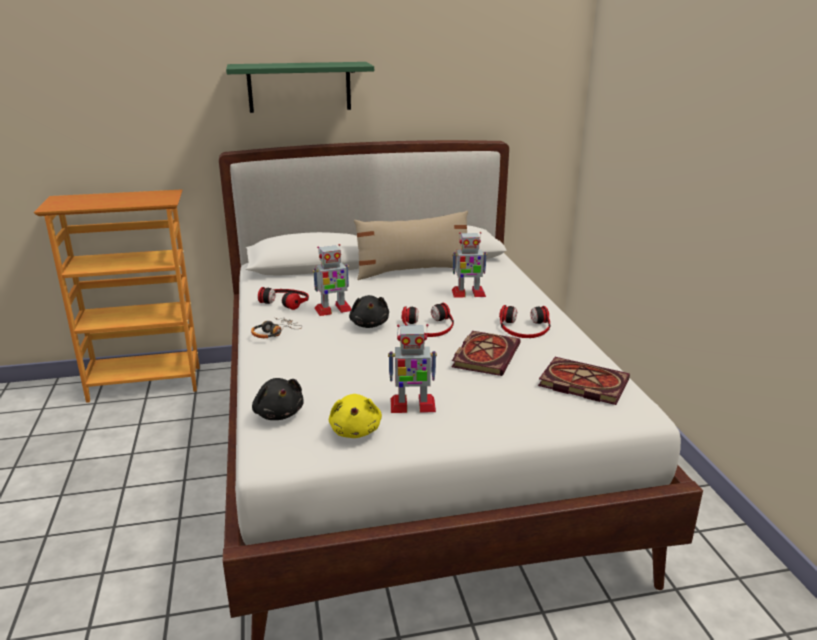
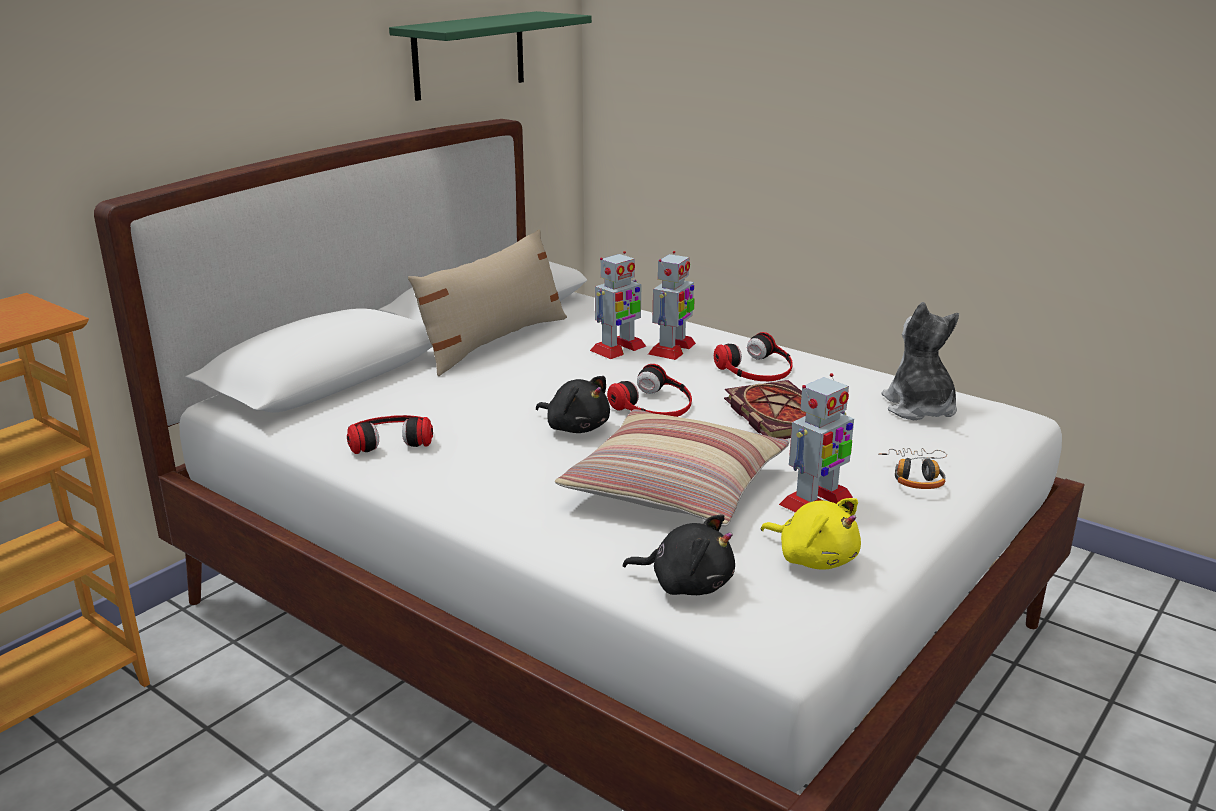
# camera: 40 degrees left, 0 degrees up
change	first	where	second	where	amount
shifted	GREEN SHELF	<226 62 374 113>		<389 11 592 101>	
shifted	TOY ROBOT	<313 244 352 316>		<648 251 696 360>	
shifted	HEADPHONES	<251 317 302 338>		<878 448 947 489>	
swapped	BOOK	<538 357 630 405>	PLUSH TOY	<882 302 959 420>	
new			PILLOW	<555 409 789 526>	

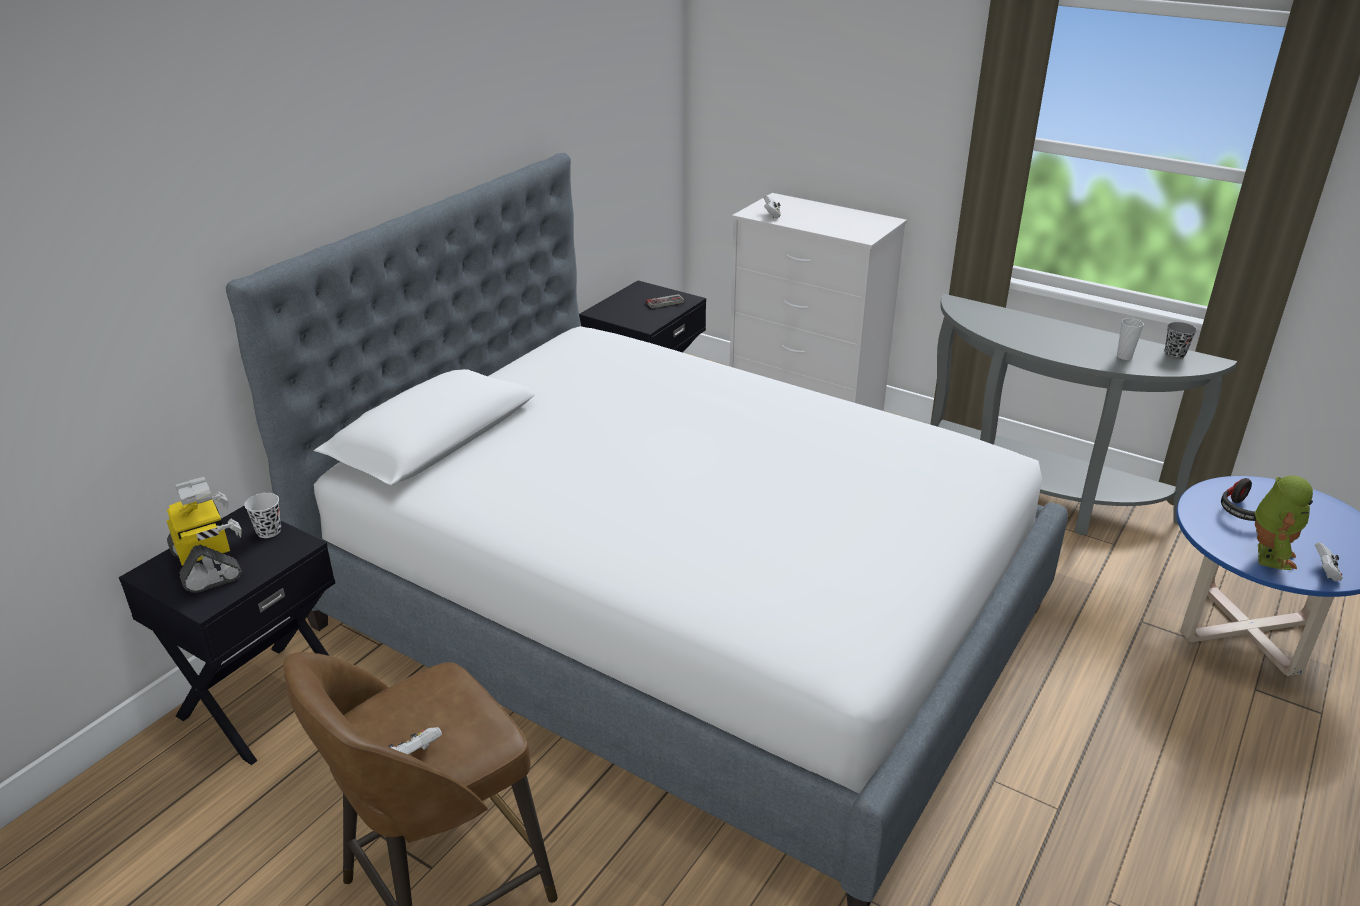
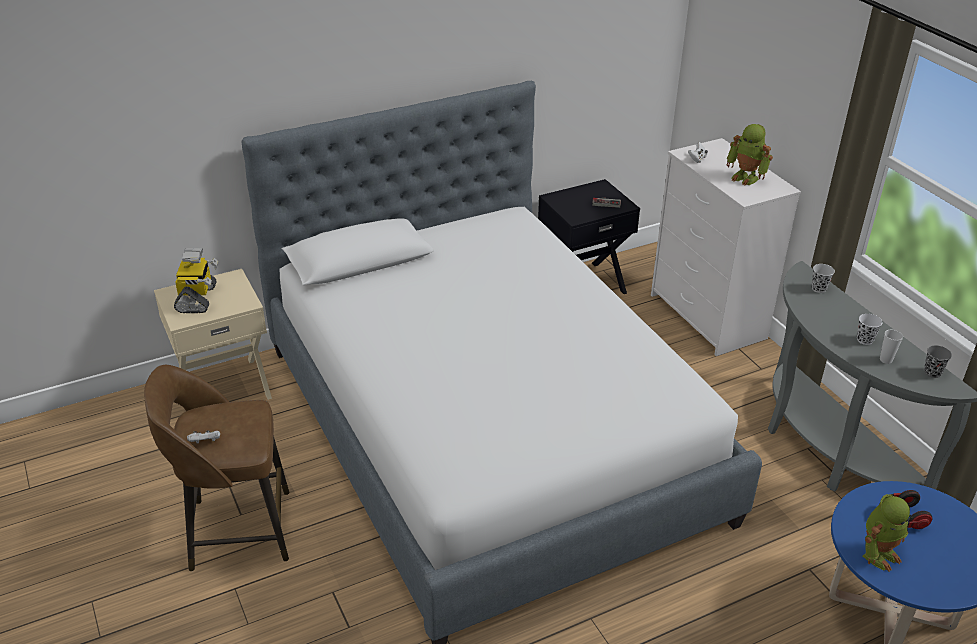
# camera: 30 degrees right, 5 degrees up
change	first	where	second	where	amount
shifted	BLACK CUP	<244 493 281 538>		<812 264 835 293>	
repainted	BLACK NIGHTSTAND	<119 506 335 765>	BEIGE NIGHTSTAND	<154 269 272 400>	
gone	WHITE GAME CONTROLLER	<1315 542 1343 581>			
new			TOY ROBOT	<727 124 773 186>	
new			WHITE CUP	<857 314 883 345>	

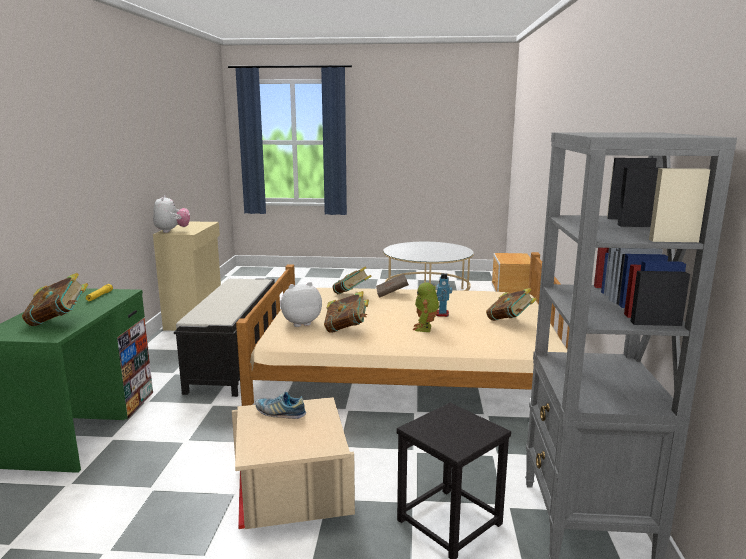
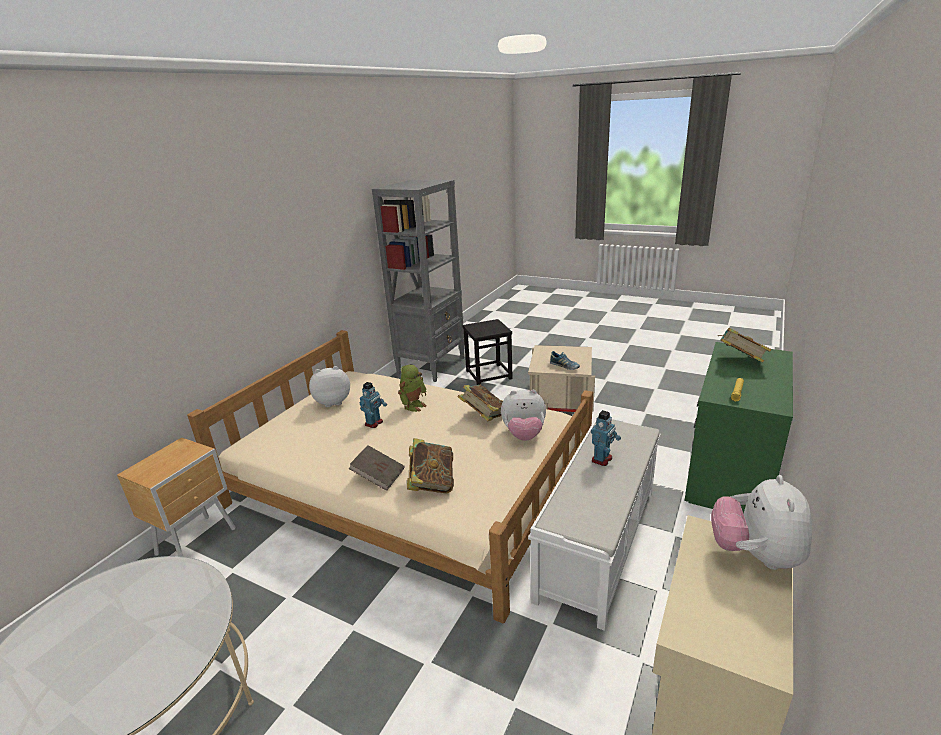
# camera: 155 degrees left, 10 degrees up
change	first	where	second	where	amount
repainted	BLACK BENCH	<174 278 276 397>	WHITE BENCH	<528 415 661 631>	
swapped	BOOK	<486 288 537 321>	PLUSH TOY	<309 366 350 407>	
new			TOY ROBOT	<591 410 621 466>	

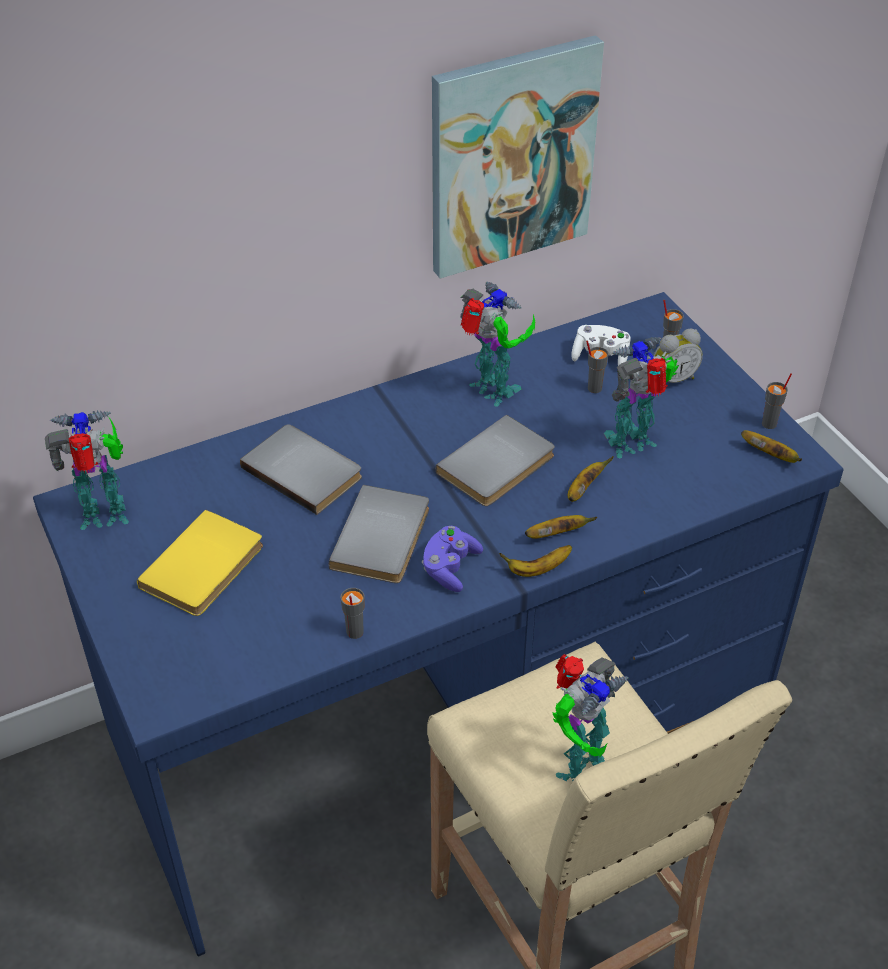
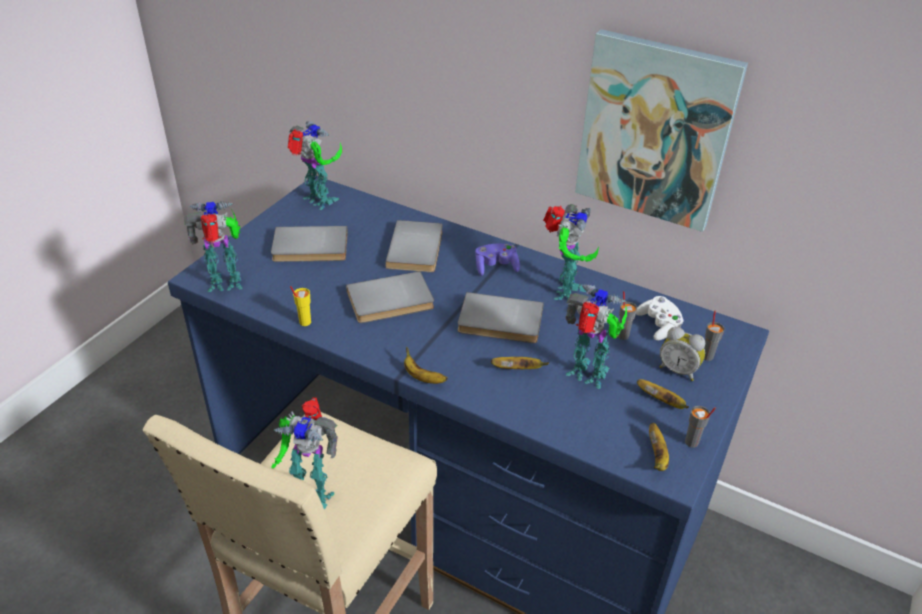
# camera: 55 degrees right, 5 degrees down
change	first	where	second	where	amount
repainted	YELLOW BOOK	<137 510 263 616>	GREY BOOK	<271 226 348 262>	
shifted	BANANA	<525 515 597 539>		<637 379 689 409>	
shifted	PURPLE GAME CONTROLLER	<422 526 483 592>		<475 243 520 276>	
repainted	GREY CUP	<340 588 365 639>	YELLOW CUP	<290 286 311 326>	
new			TOY ROBOT	<184 201 243 292>	

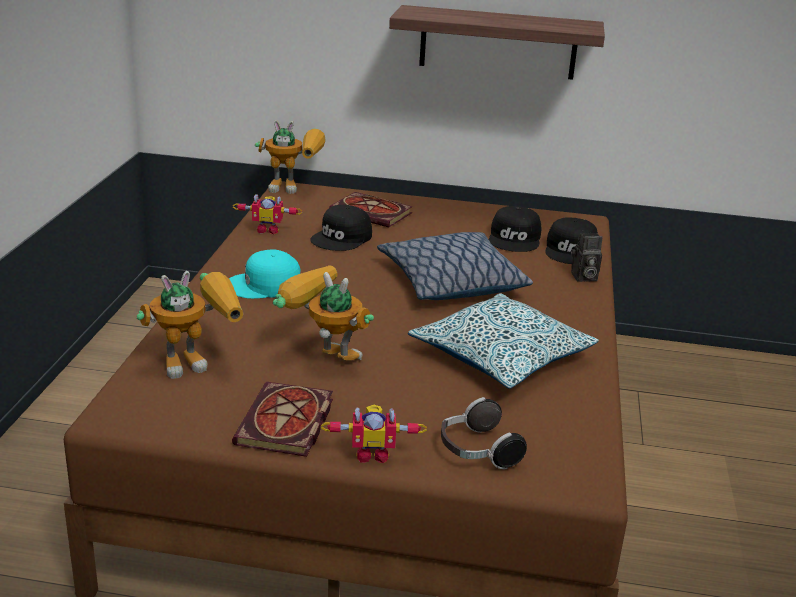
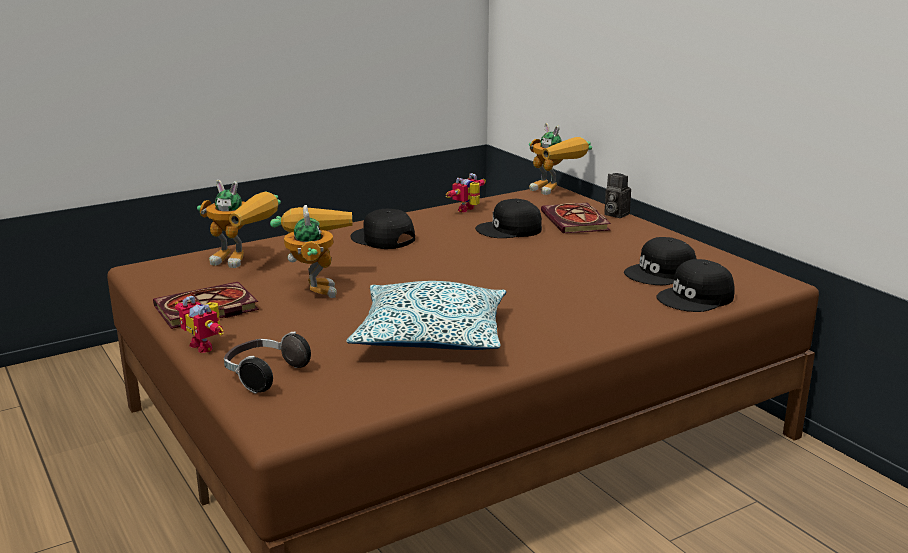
# camera: 50 degrees right, 5 degrees down
change	first	where	second	where	amount
gone	SHELF	<389 5 605 80>			
rotated	TOY ROBOT	<233 194 302 234>		<446 173 486 212>	75 degrees clockwise
gone	PILLOW	<377 232 533 300>			
shifted	PHOTO CAMERA	<571 233 603 282>		<604 173 631 218>	
repainted	TURQUOISE CAP	<229 249 300 299>	BLACK CAP	<350 209 415 249>	

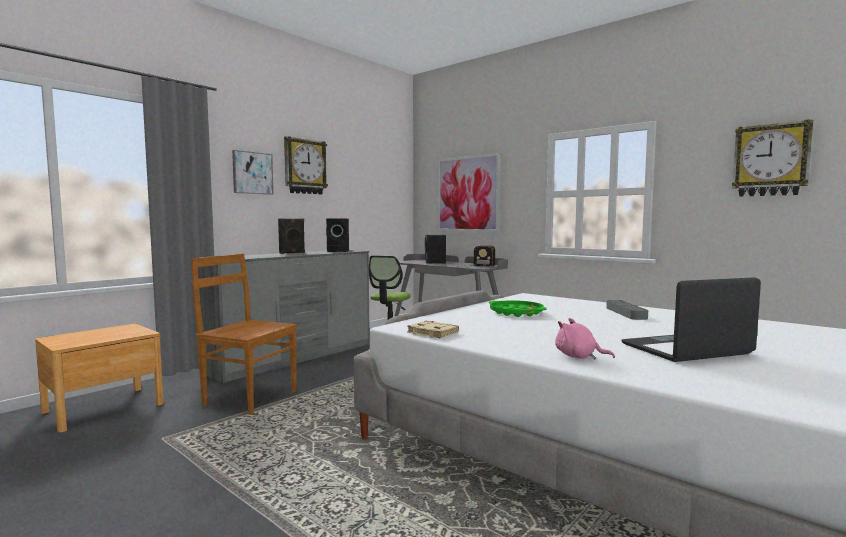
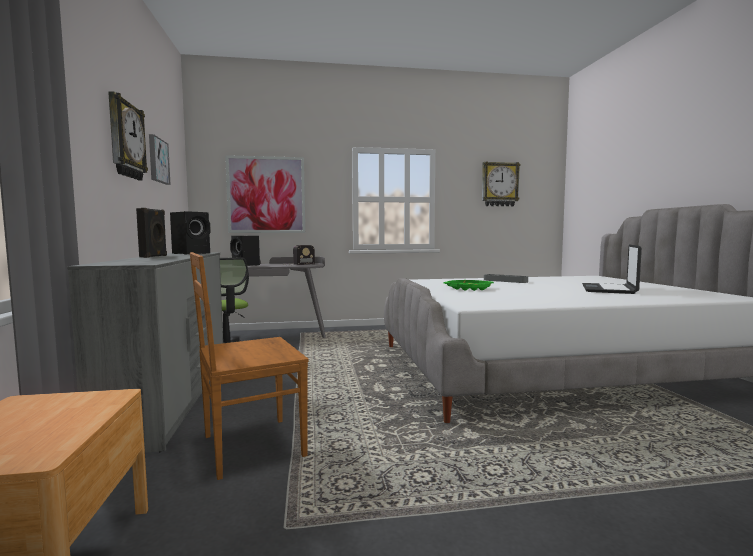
# camera: 50 degrees left, 0 degrees up
change	first	where	second	where	amount
shifted	PICTURE	<232 150 274 195>		<149 134 171 185>	
gone	PINK PLUSH TOY	<555 318 615 359>			
gone	BEIGE BOOK	<407 321 459 338>			

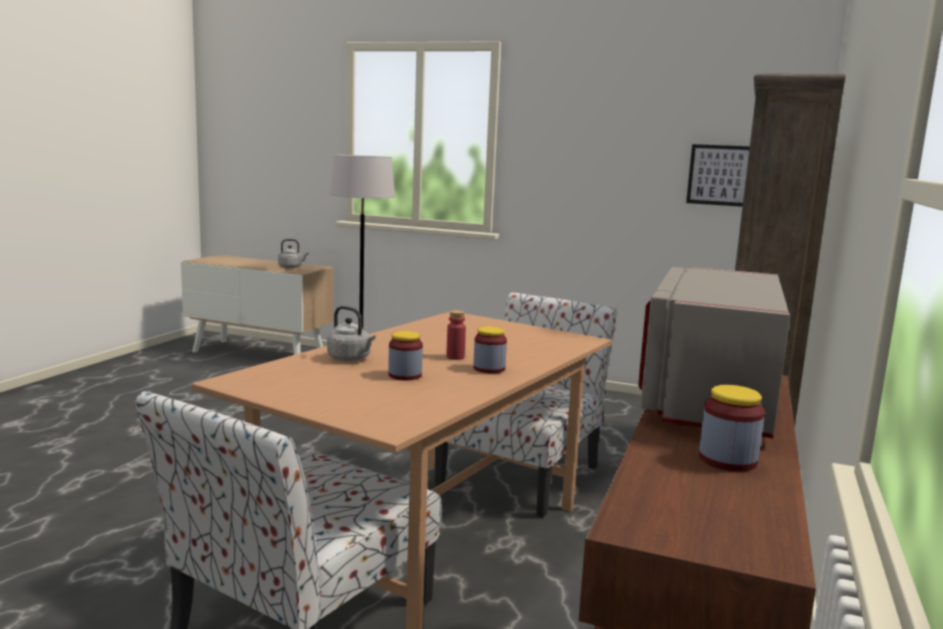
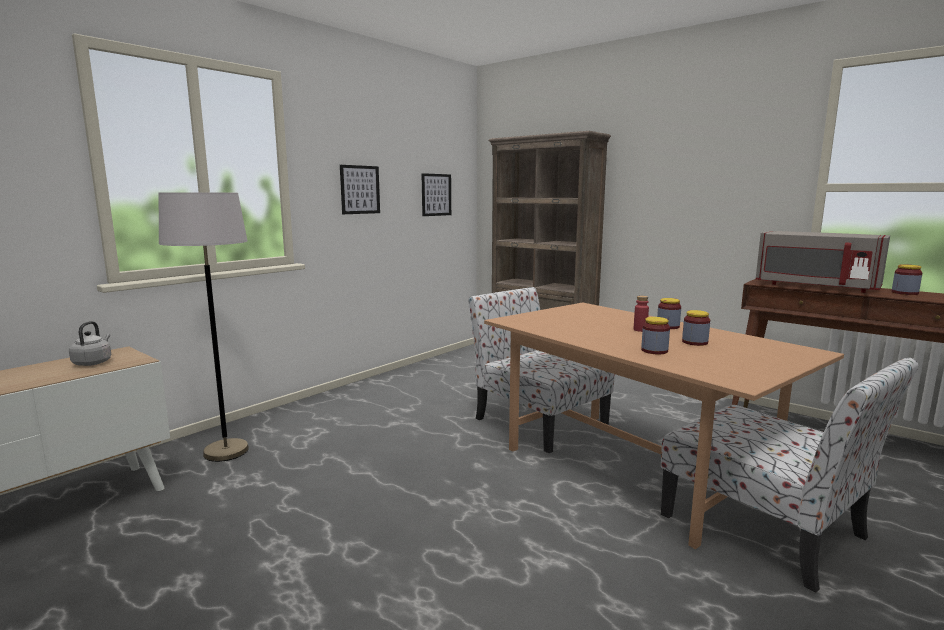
# camera: 70 degrees left, 0 degrees up
change	first	where	second	where	amount
swapped	GREY KETTLE	<327 306 376 361>	JAR	<641 317 670 354>	
new			PICTURE	<340 165 380 214>	

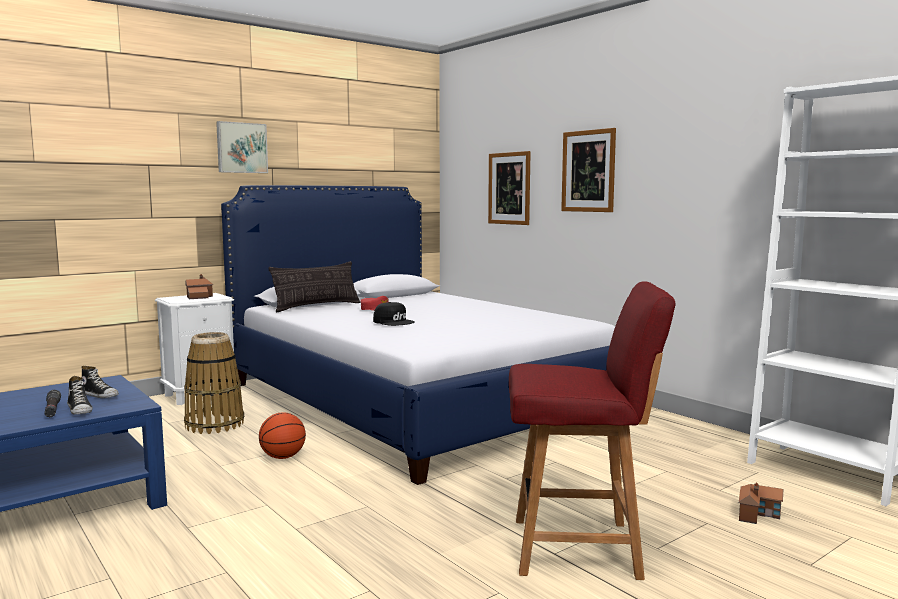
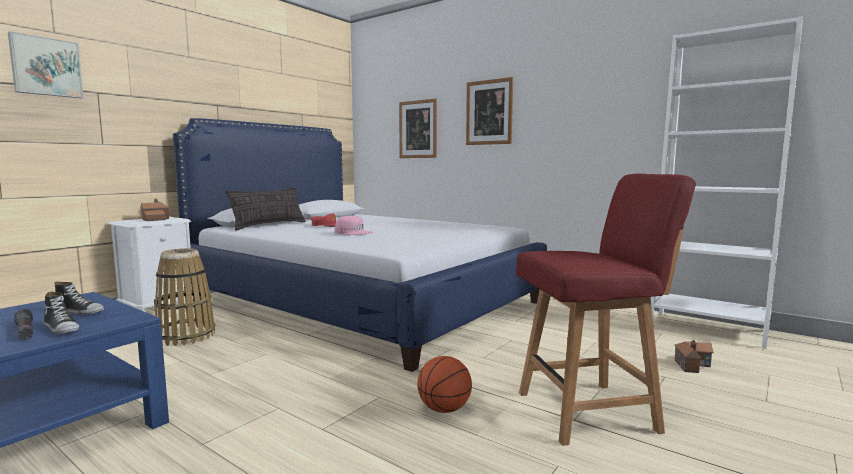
# camera: 15 degrees left, 0 degrees up
change	first	where	second	where	amount
shifted	PICTURE	<216 121 268 173>		<8 31 84 98>	
repainted	BLACK CAP	<373 302 415 326>	PINK CAP	<335 215 372 235>	
shifted	BASKETBALL	<259 412 306 459>		<417 356 472 413>	

